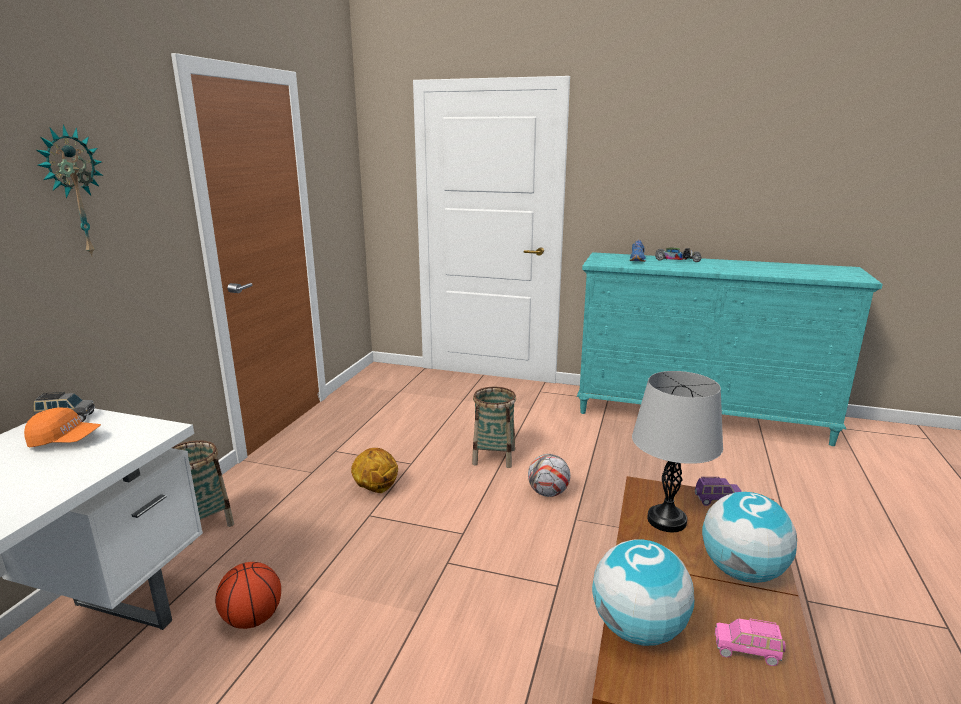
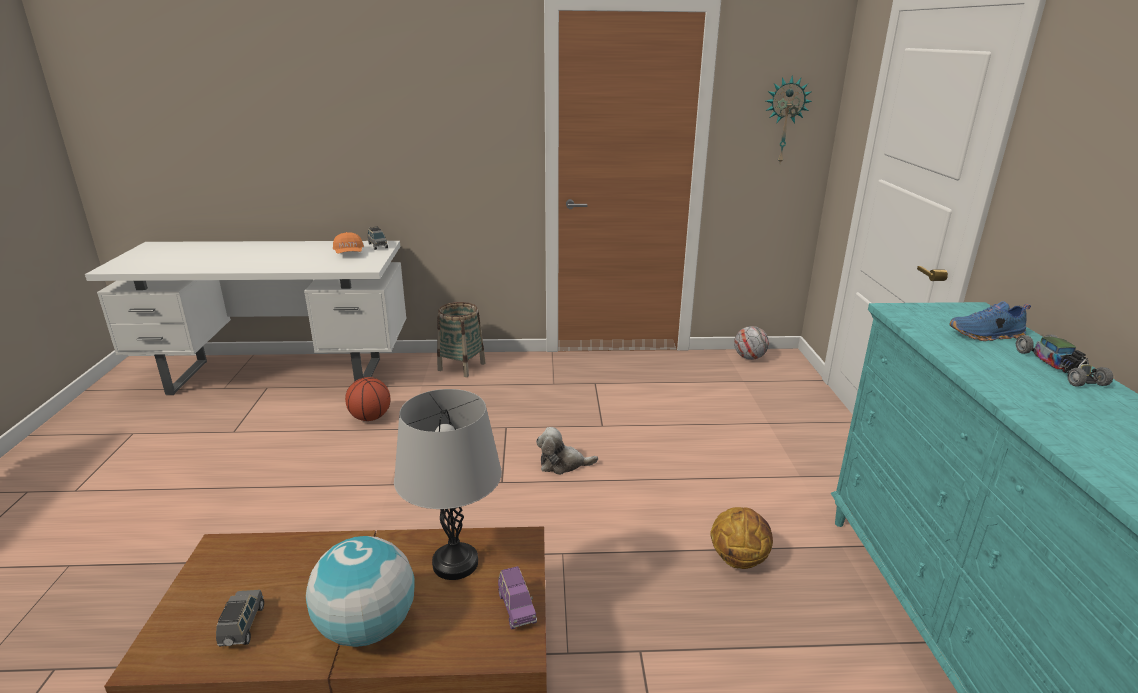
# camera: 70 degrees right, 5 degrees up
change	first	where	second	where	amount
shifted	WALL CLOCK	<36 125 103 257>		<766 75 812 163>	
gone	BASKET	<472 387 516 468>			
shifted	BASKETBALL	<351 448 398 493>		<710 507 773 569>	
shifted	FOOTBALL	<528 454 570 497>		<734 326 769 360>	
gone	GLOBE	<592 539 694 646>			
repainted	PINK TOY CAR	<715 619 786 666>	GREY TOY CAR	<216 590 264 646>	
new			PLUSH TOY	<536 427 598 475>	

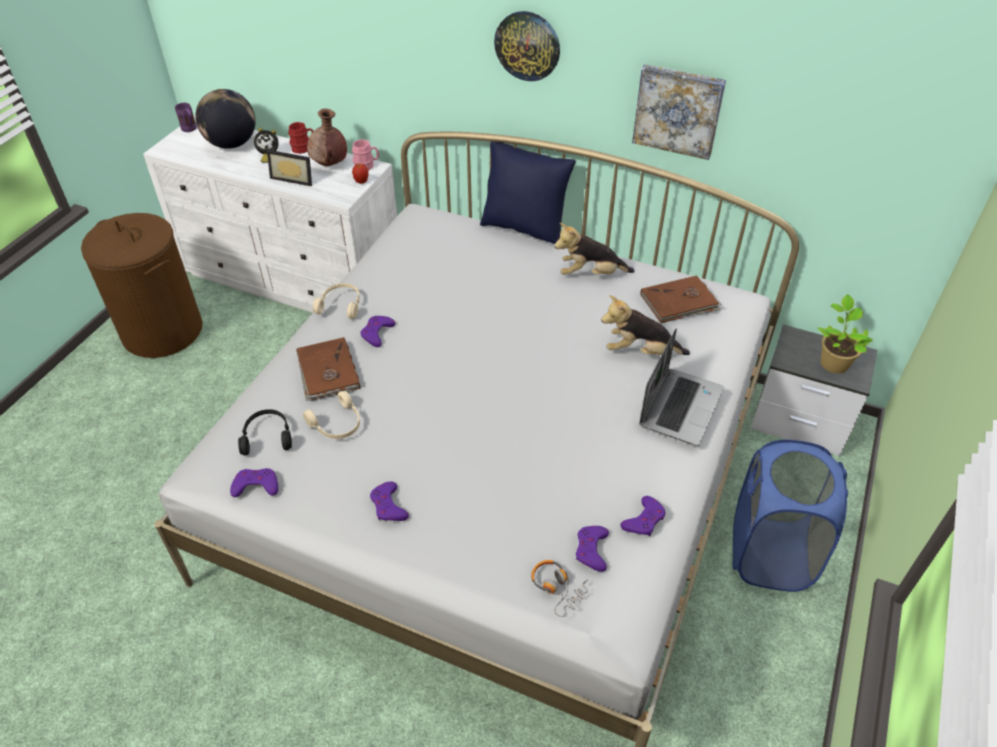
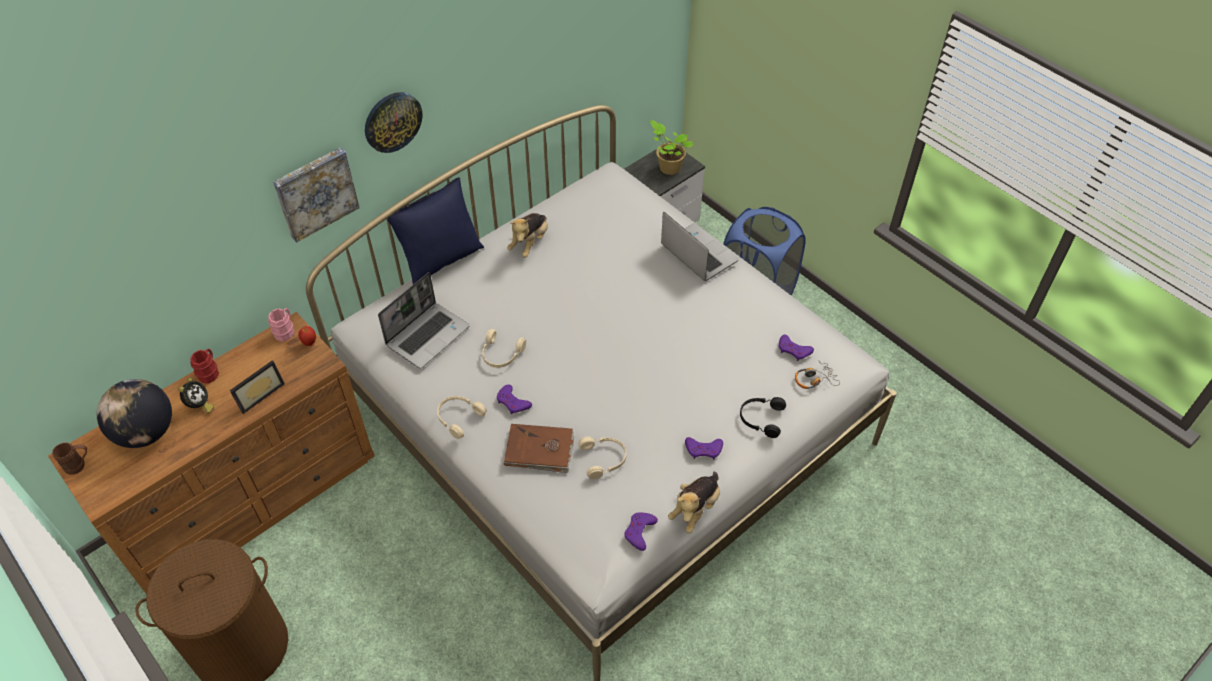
# camera: 65 degrees left, 5 degrees up
change	first	where	second	where	amount
shifted	PICTURE	<632 64 726 160>		<273 147 360 243>	
repainted	PURPLE MUG	<175 103 197 132>	BROWN MUG	<52 443 87 475>	
gone	BROWN VASE	<307 109 347 166>			
repainted	WHITE DRESSER	<143 115 397 313>	BROWN DRESSER	<48 312 375 594>	
gone	BROWN BOOK	<640 275 721 323>			
shifted	PLUSH TOY	<601 295 690 355>		<668 472 720 533>	
shifted	BLACK HEADPHONES	<238 409 292 455>		<740 397 786 438>	
gone	PURPLE GAME CONTROLLER	<620 496 665 536>			
new			LAPTOP	<378 272 470 369>	
new			BEIGE HEADPHONES	<482 329 526 368>	

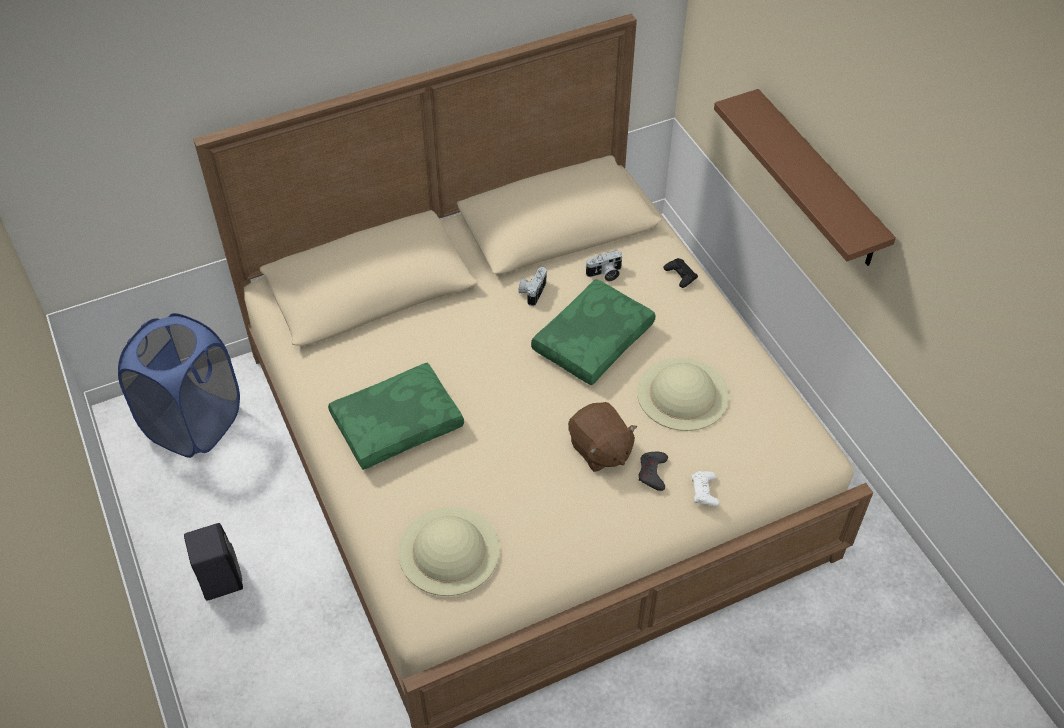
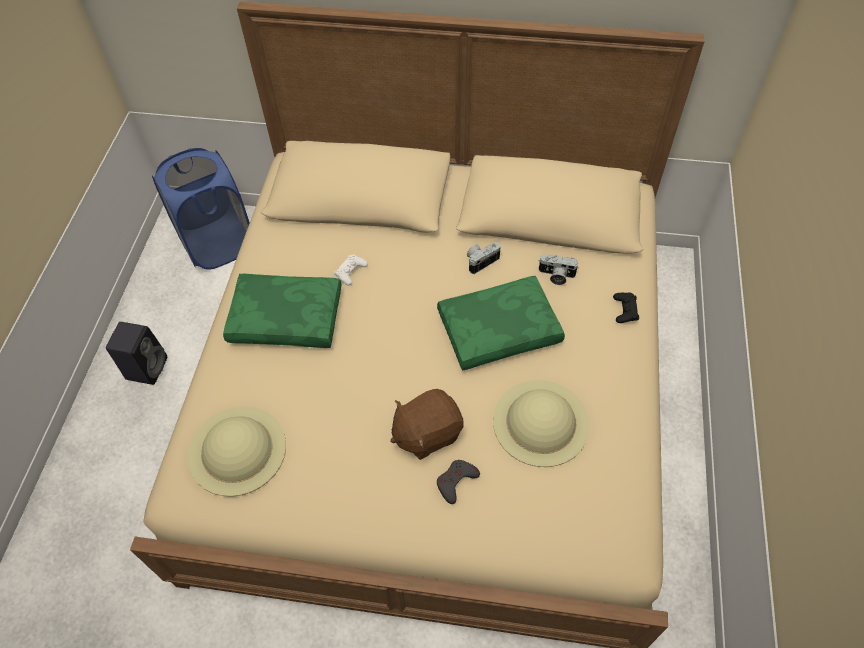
# camera: 35 degrees right, 5 degrees up
change	first	where	second	where	amount
gone	BROWN SHELF	<714 89 896 266>			
rotated	BROWN PLUSH TOY	<568 402 637 472>		<390 389 463 460>	60 degrees clockwise
shifted	WHITE GAME CONTROLLER	<691 471 720 506>		<334 255 368 285>	

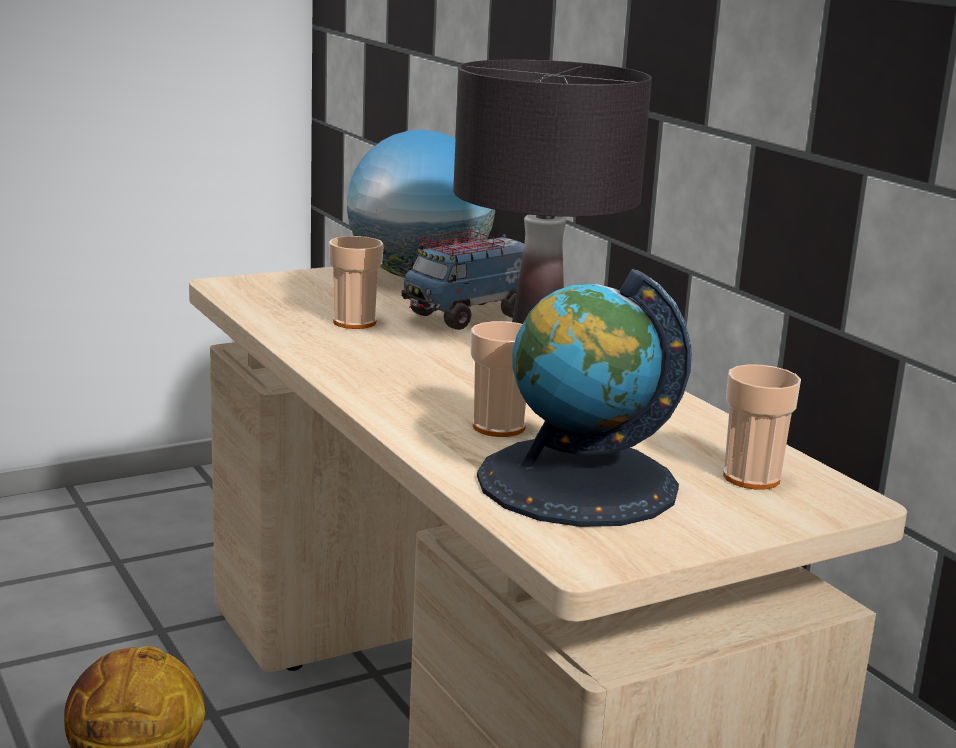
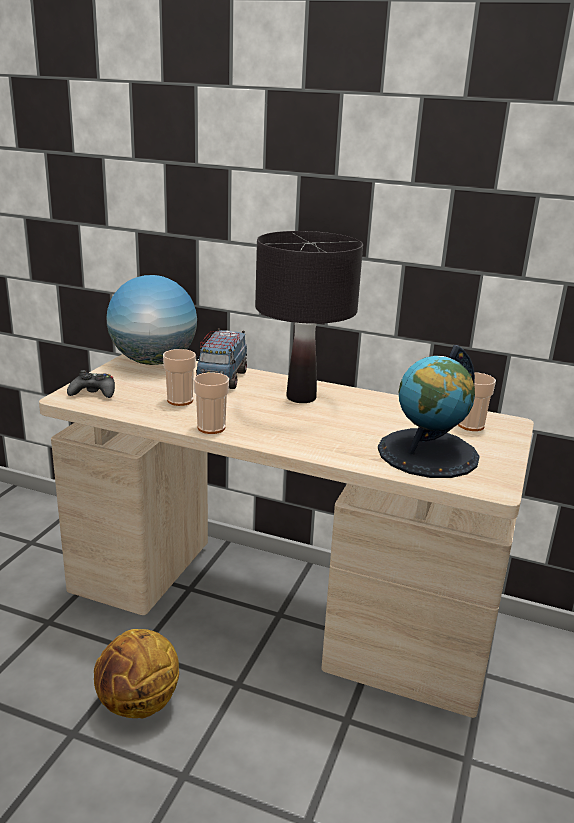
# camera: 40 degrees left, 5 degrees up
change	first	where	second	where	amount
shifted	CUP	<470 321 526 437>		<194 372 229 434>	
new			BLACK GAME CONTROLLER	<67 370 115 398>	

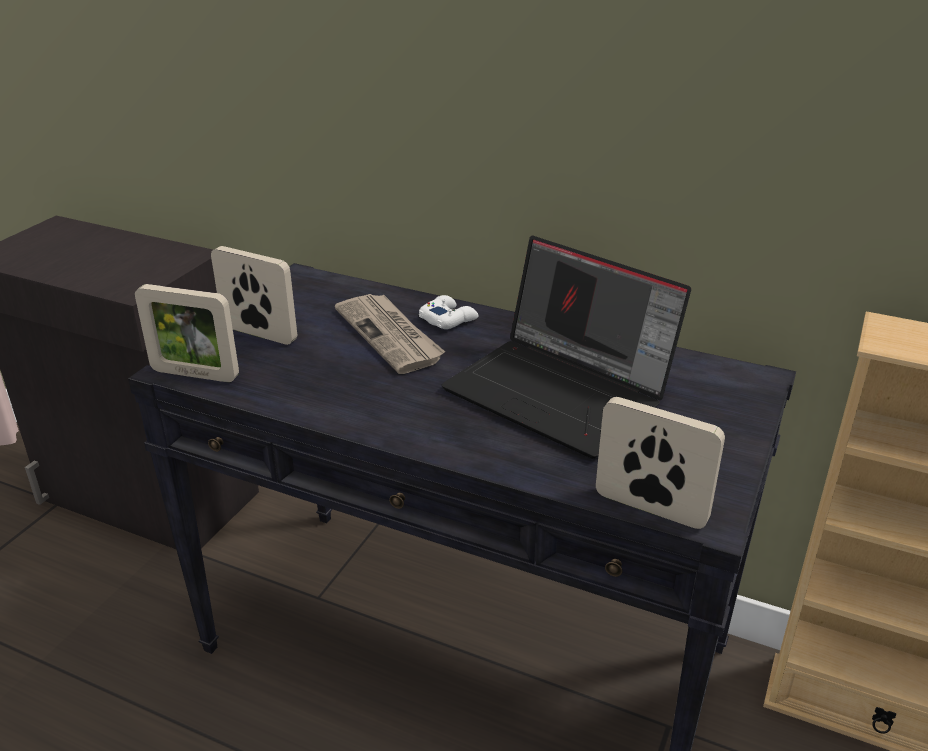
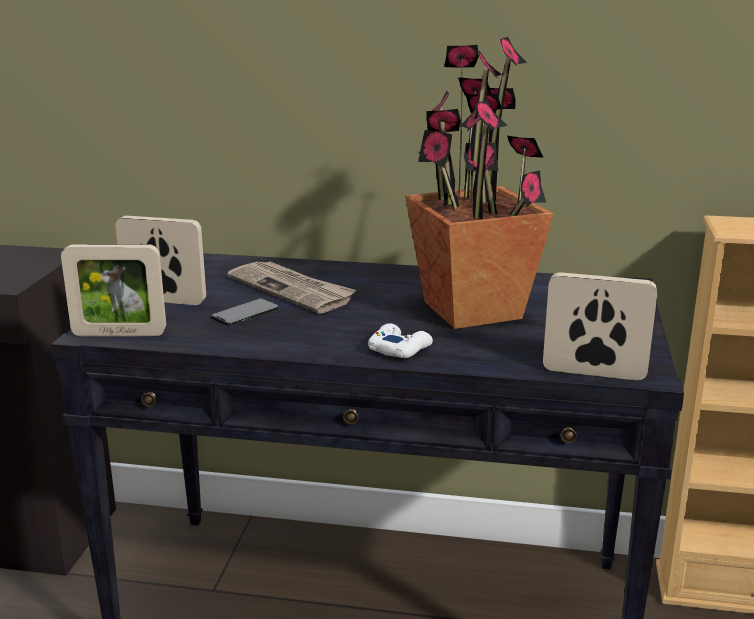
# camera: 15 degrees left, 10 degrees down
change	first	where	second	where	amount
swapped	LAPTOP	<442 236 691 458>	POTTED PLANT	<405 37 554 329>	
shifted	WHITE GAME CONTROLLER	<419 295 478 329>		<368 323 433 358>	
new			PHONE	<211 298 280 326>	

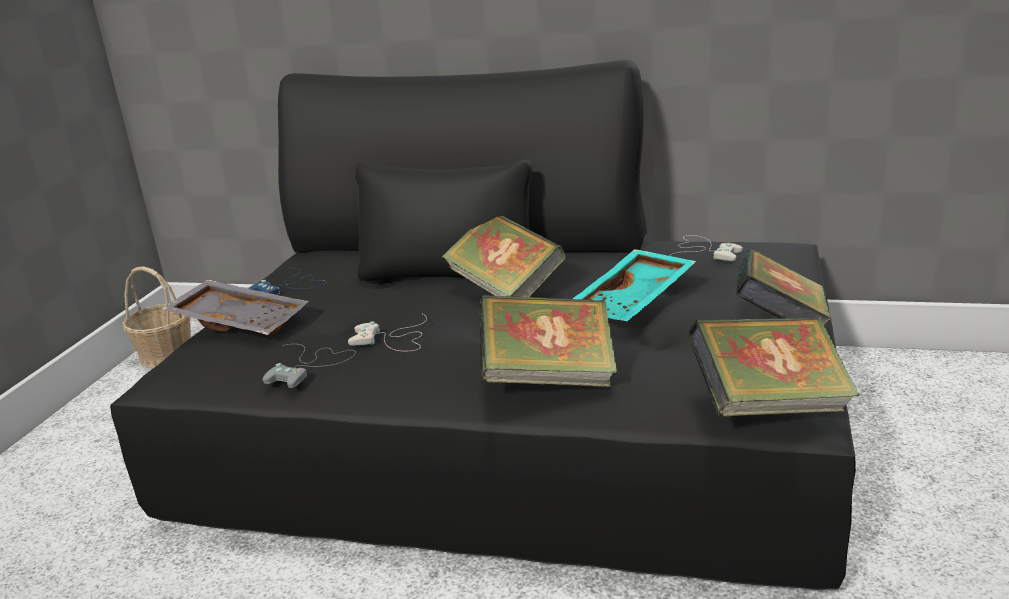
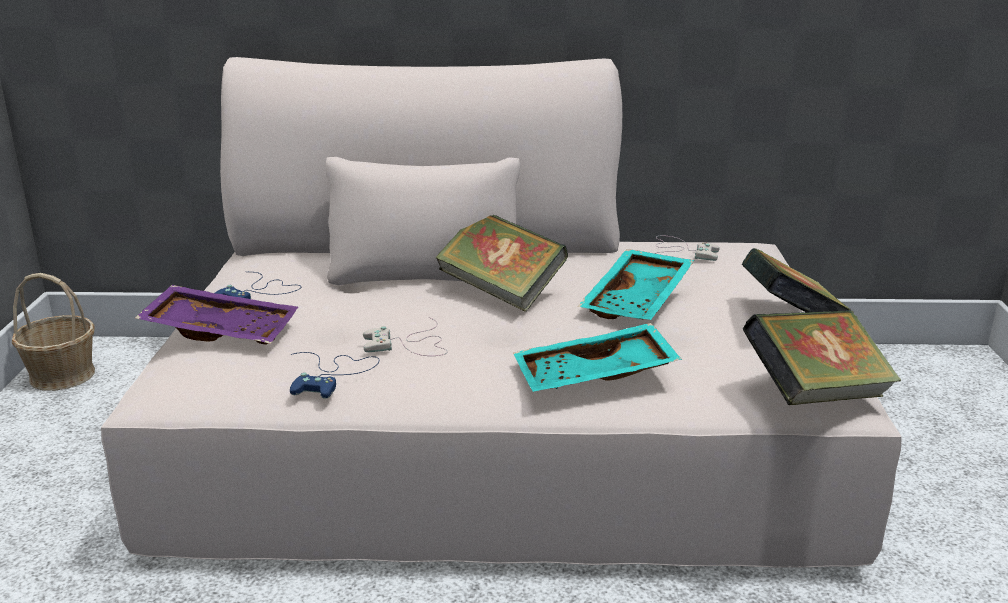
# camera: 15 degrees left, 0 degrees up
change	first	where	second	where	amount
repainted	BLACK SOFA	<110 60 856 590>	BEIGE SOFA	<101 57 902 568>	
repainted	GREY TRAY	<162 279 309 336>	PURPLE TRAY	<135 285 298 345>	
swapped	BOOK	<479 295 617 387>	TURQUOISE TRAY	<513 323 682 392>	
repainted	GREY GAME CONTROLLER	<263 344 356 388>	BLUE GAME CONTROLLER	<290 352 379 399>	

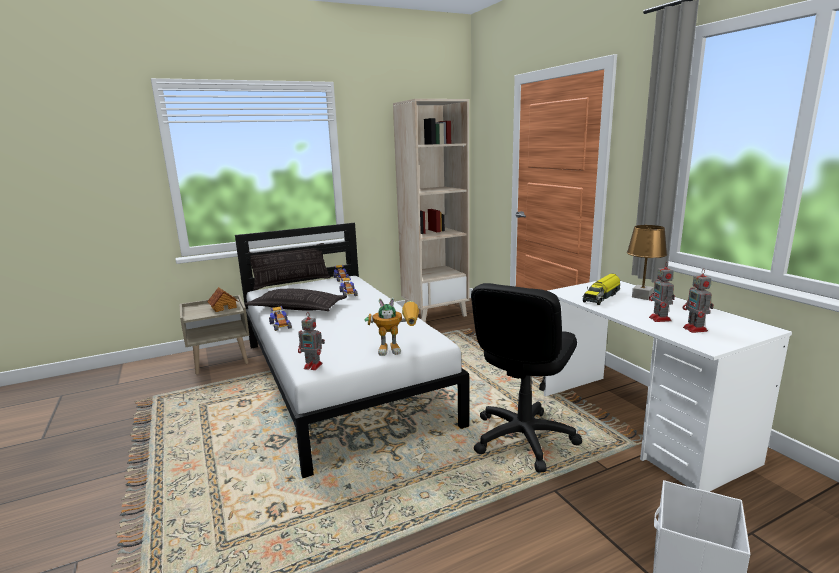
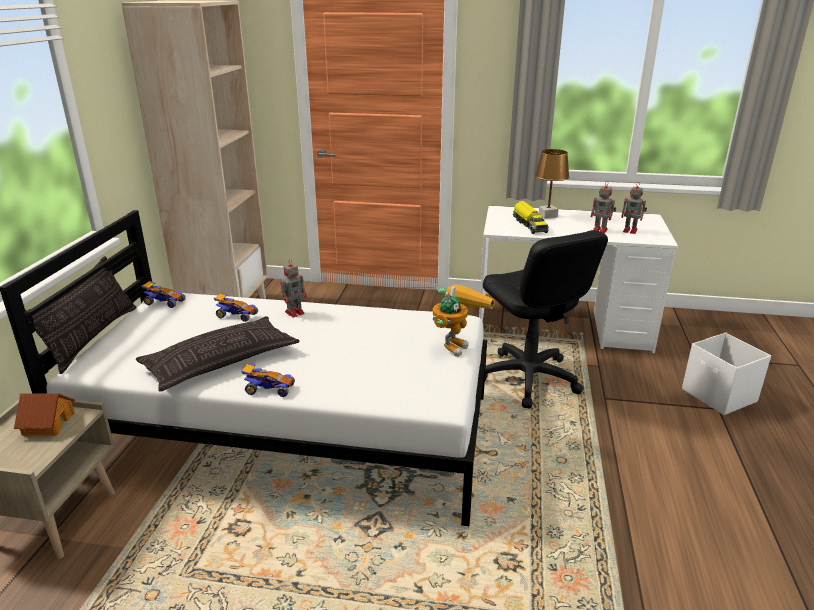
# camera: 55 degrees left, 10 degrees up
change	first	where	second	where	amount
shifted	TOY ROBOT	<298 312 325 370>		<281 259 307 318>	

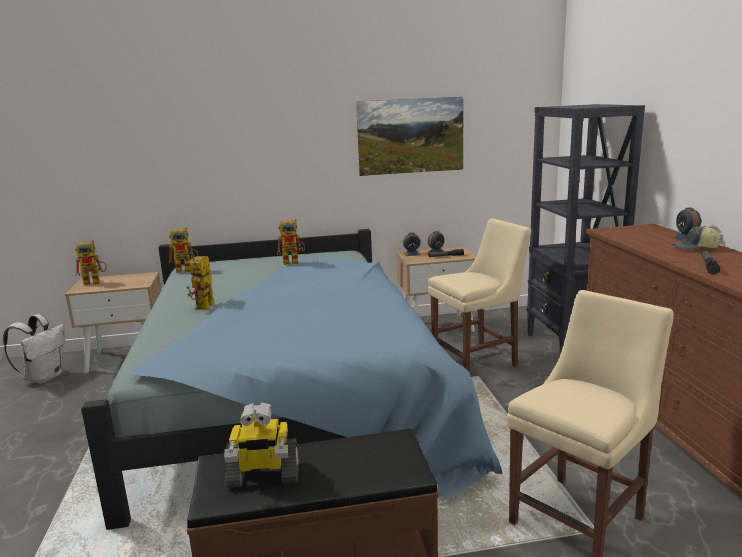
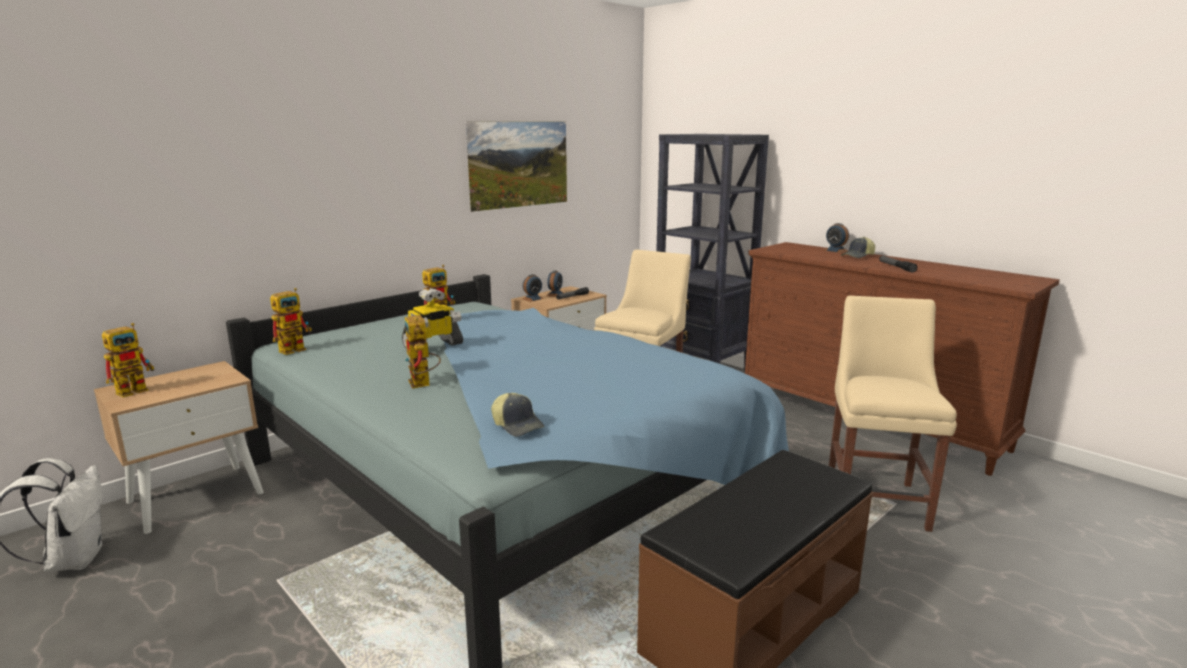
# camera: 35 degrees left, 0 degrees up
change	first	where	second	where	amount
shifted	TOY ROBOT	<224 402 299 488>		<402 288 463 349>	
new			CAP	<491 393 544 437>	

